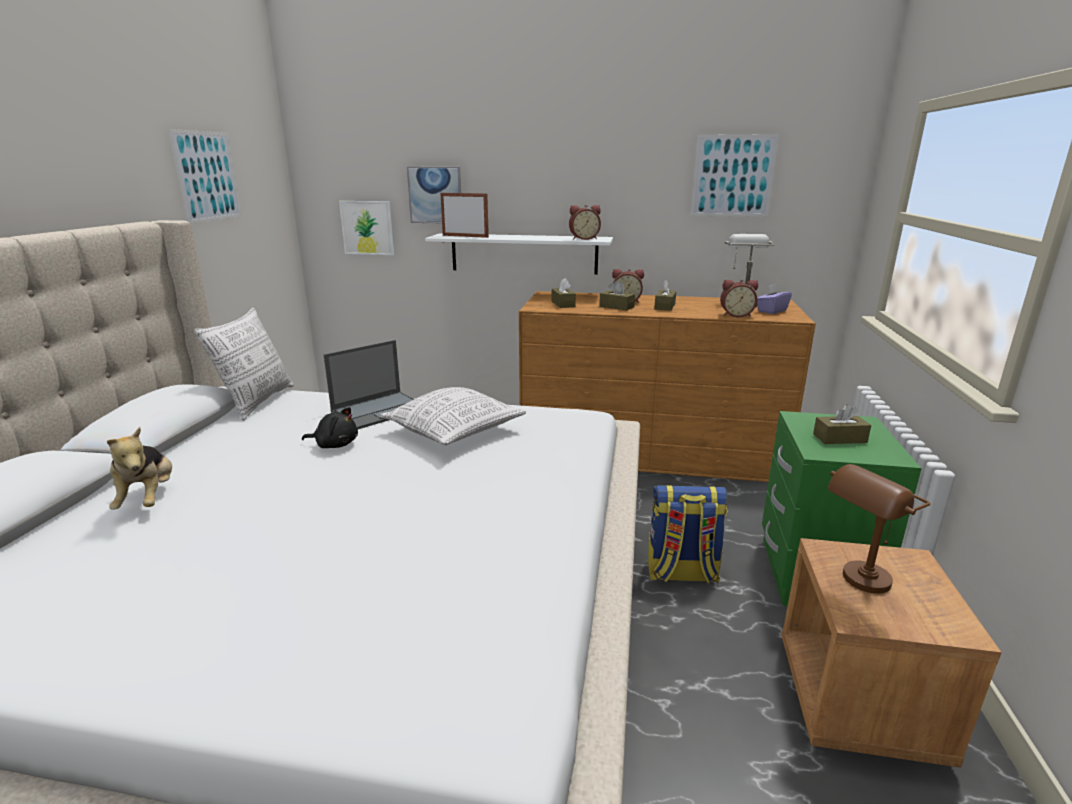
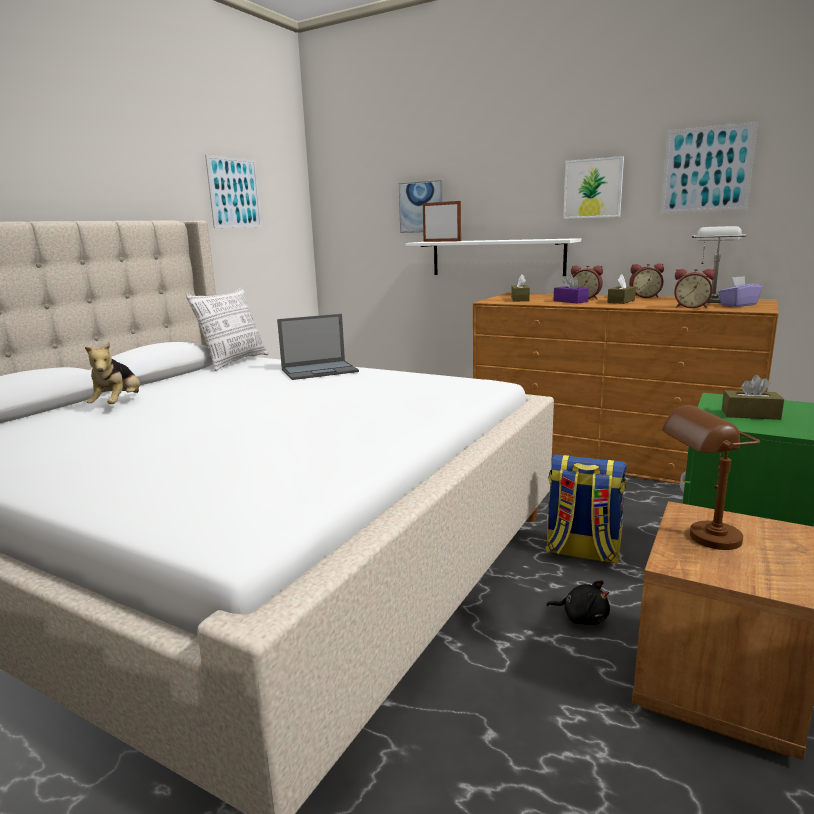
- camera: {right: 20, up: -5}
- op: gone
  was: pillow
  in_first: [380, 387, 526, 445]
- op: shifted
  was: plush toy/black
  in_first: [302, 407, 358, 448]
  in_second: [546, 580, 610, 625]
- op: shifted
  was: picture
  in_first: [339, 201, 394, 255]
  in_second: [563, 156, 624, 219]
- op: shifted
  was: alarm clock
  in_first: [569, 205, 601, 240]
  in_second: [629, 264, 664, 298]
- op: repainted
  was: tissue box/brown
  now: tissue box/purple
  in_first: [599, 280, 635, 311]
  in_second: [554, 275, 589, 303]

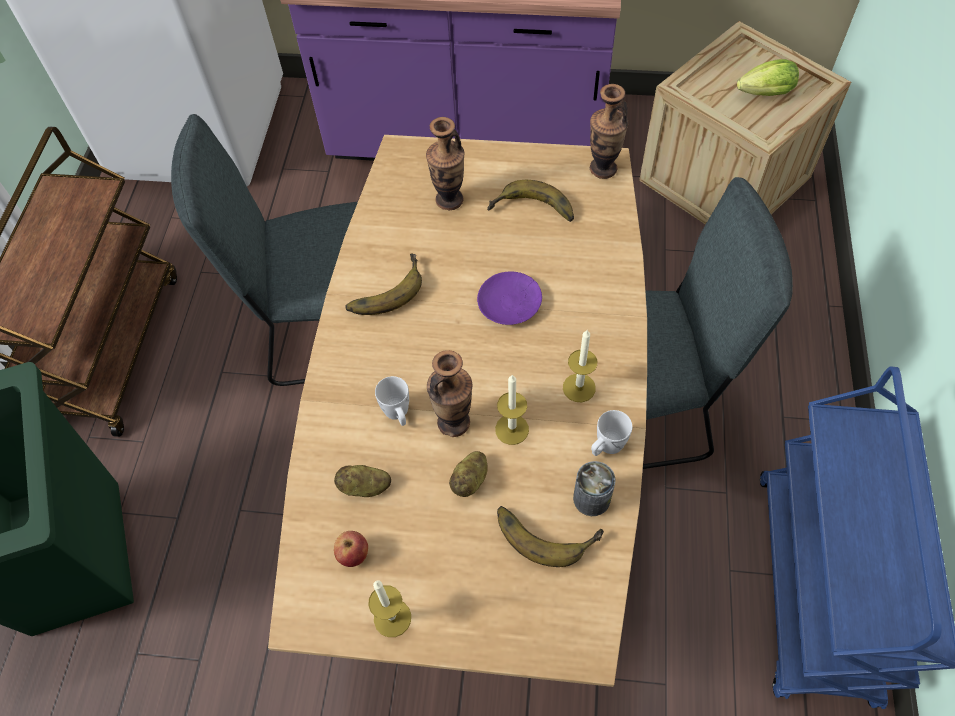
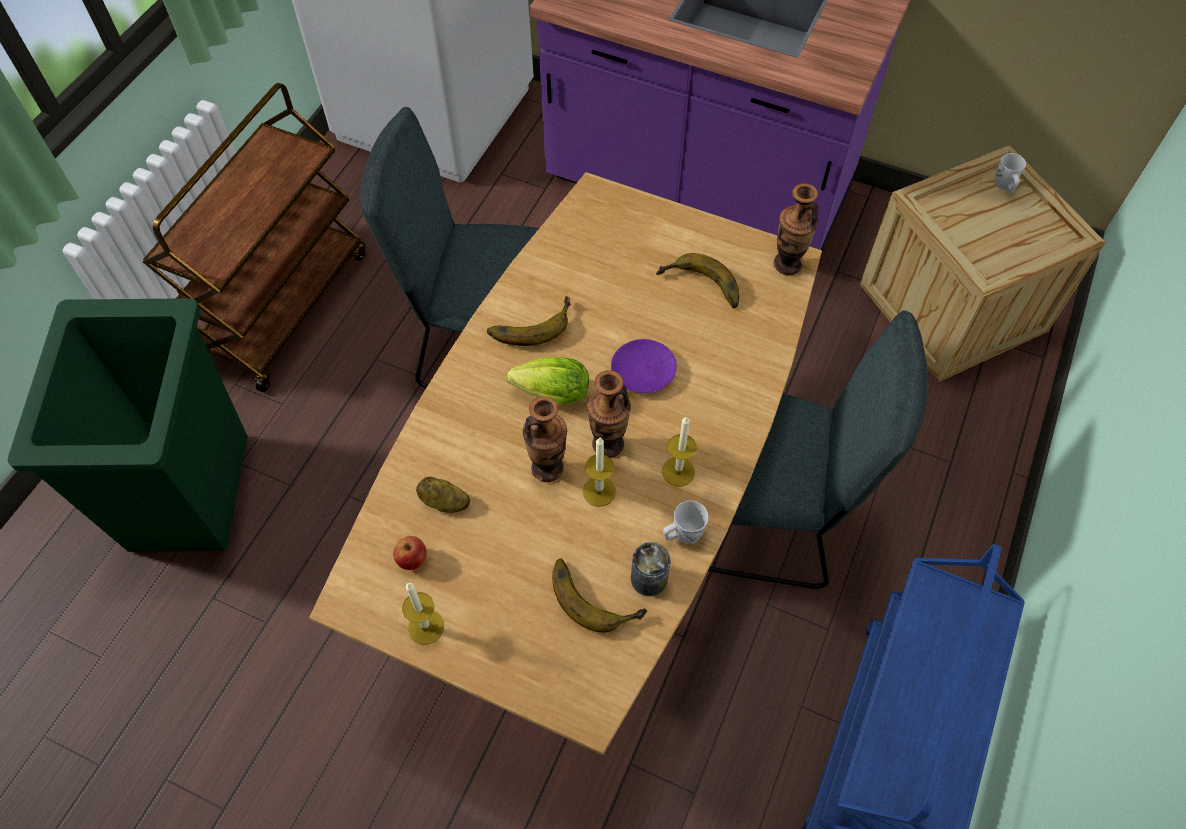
- camera: {right: 15, up: 0}
- op: gone
  was: potato
  in_first: [449, 451, 488, 497]
- op: shifted
  was: mug/white
  in_first: [375, 376, 409, 426]
  in_second: [995, 153, 1026, 192]
- op: shifted
  was: vase
  in_first: [426, 117, 464, 210]
  in_second: [587, 370, 631, 458]
- op: shifted
  was: lettuce
  in_first: [737, 59, 799, 96]
  in_second: [507, 357, 589, 404]

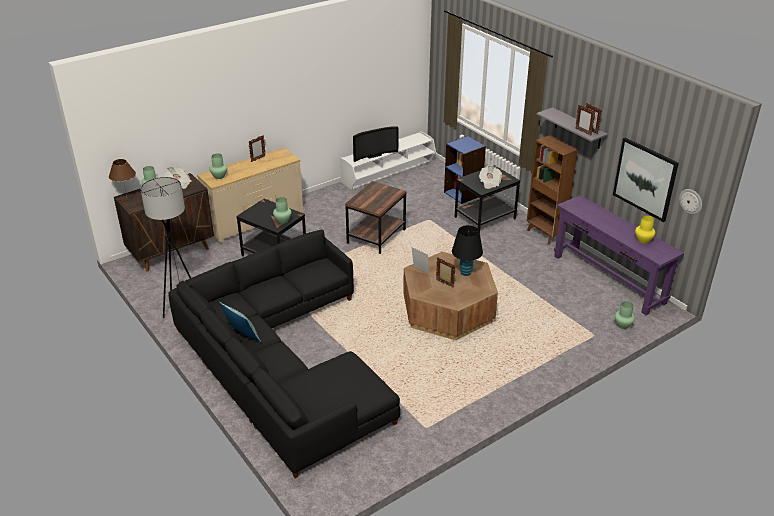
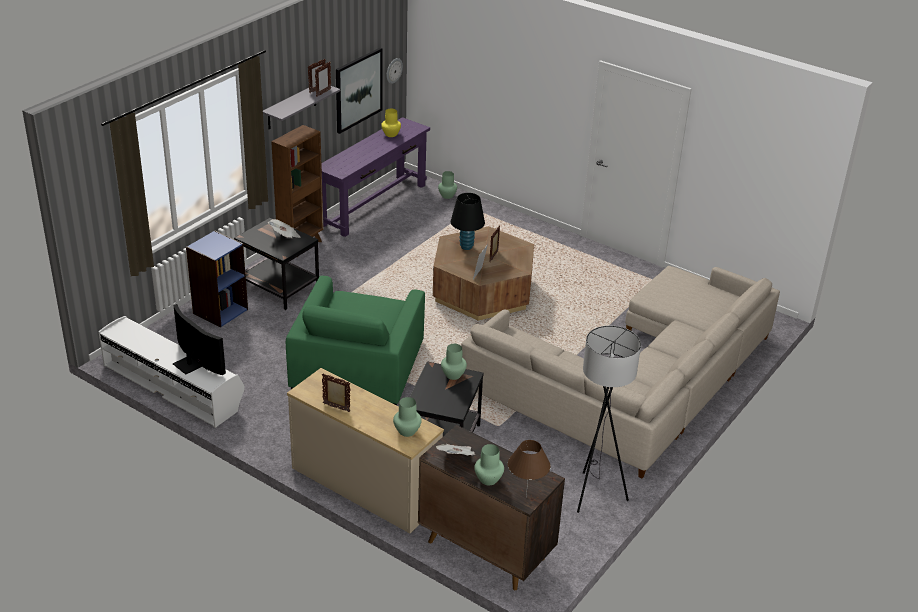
- camera: {right: -110, up: 0}
- op: gone
  was: pillow
  in_first: [219, 302, 261, 342]
- op: swapped
  was: side table/brown
  now: armchair/green
  in_first: [345, 181, 407, 254]
  in_second: [286, 276, 425, 405]
- op: repainted
  was: sofa/black
  now: sofa/beige
  in_first: [168, 230, 400, 478]
  in_second: [461, 266, 780, 479]

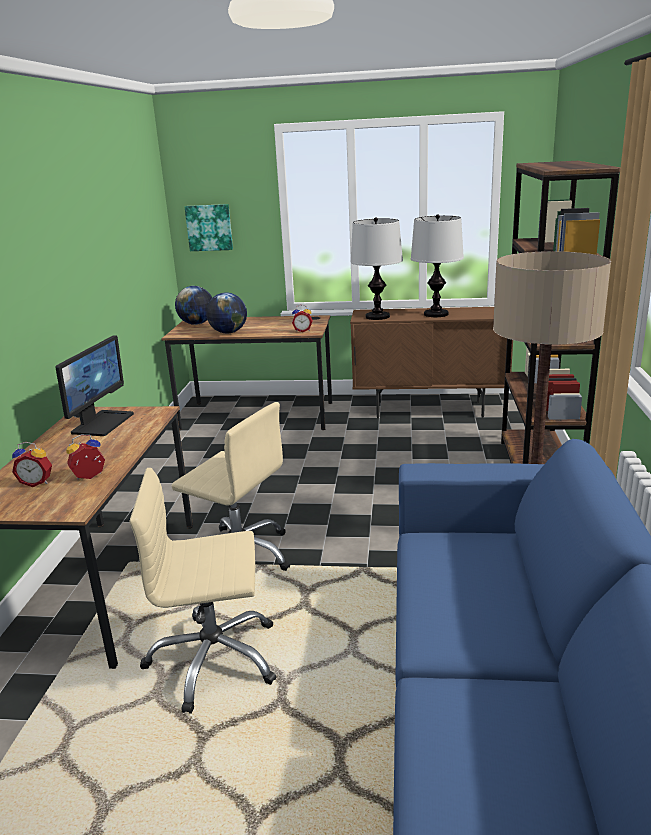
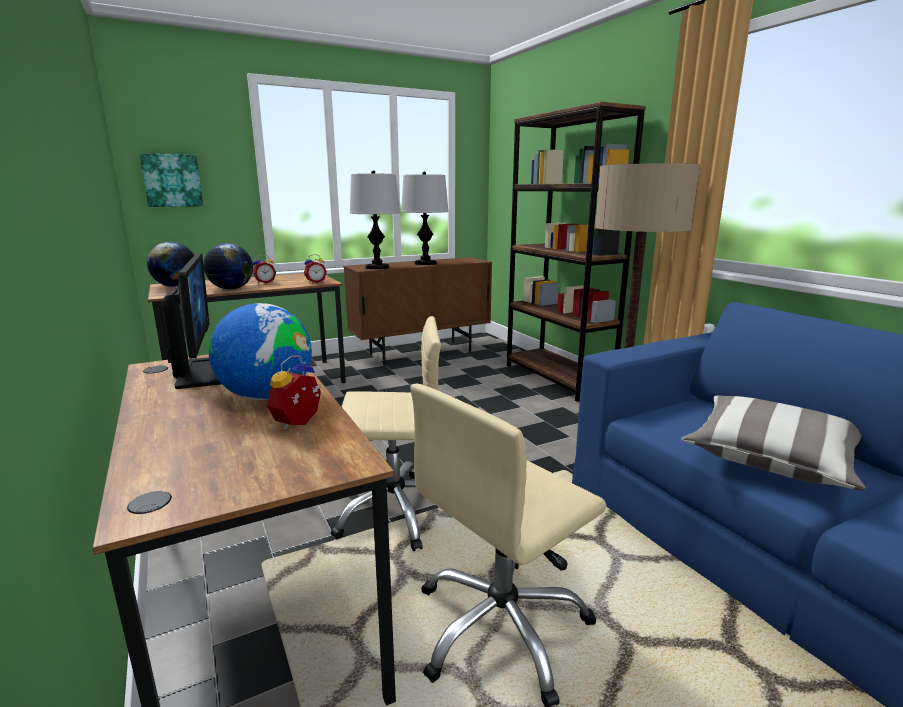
- camera: {right: -35, up: -5}
- op: new
  now: globe
  in_second: [209, 303, 312, 400]
- op: new
  now: pillow
  in_second: [682, 396, 866, 490]
- op: shifted
  was: alarm clock
  in_first: [12, 442, 52, 487]
  in_second: [253, 254, 276, 284]

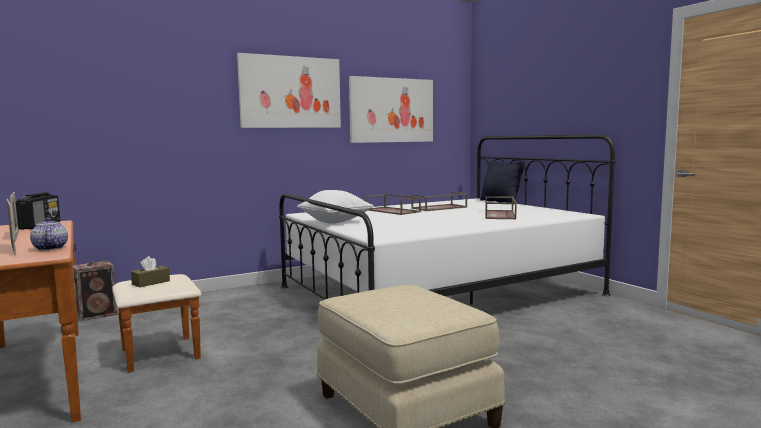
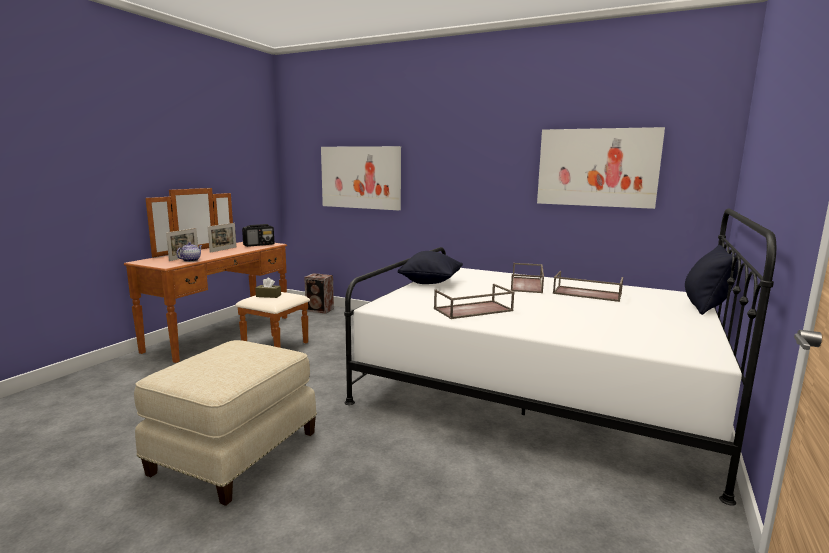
- camera: {right: 55, up: 5}
- op: shifted
  was: picture
  in_first: [237, 53, 341, 128]
  in_second: [321, 146, 401, 210]
- op: shifted
  was: tray/brown
  in_first: [485, 196, 517, 219]
  in_second: [434, 284, 515, 319]
- op: repainted
  was: pillow/white
  now: pillow/black
  in_first: [297, 190, 373, 224]
  in_second: [397, 251, 463, 284]

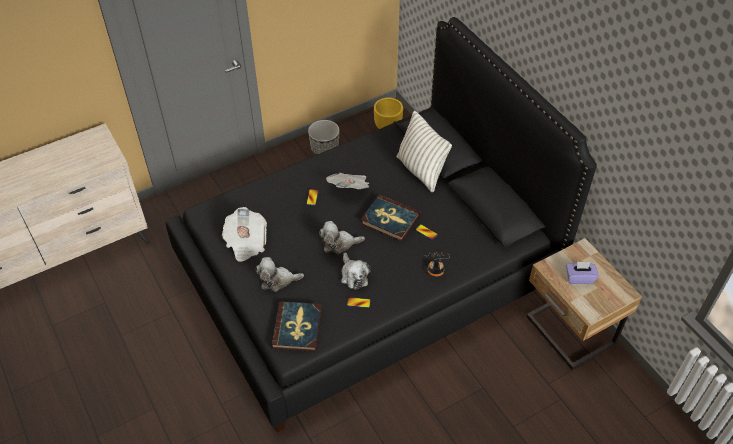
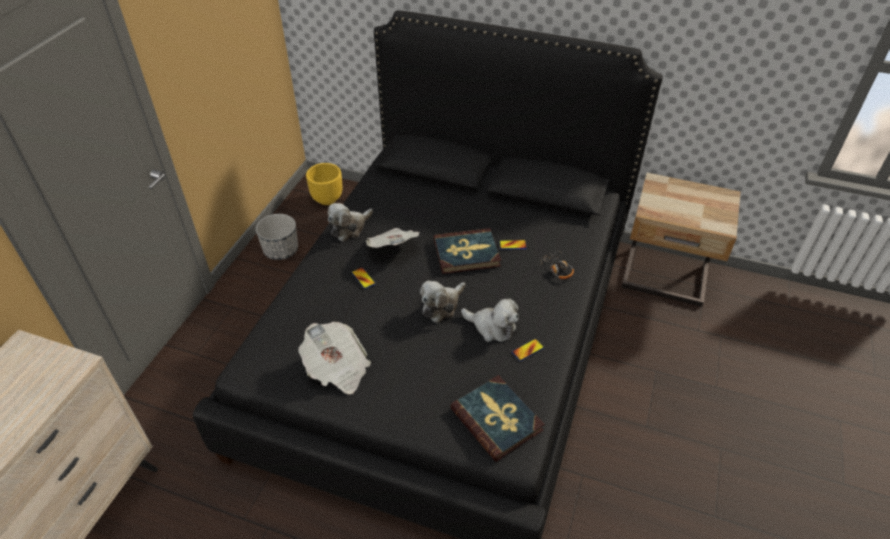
- camera: {right: -40, up: -5}
- op: gone
  was: pillow
  in_first: [397, 111, 452, 192]
- op: gone
  was: tissue box/purple
  in_first: [566, 261, 599, 284]
- op: shifted
  was: plush toy
  in_first: [255, 257, 304, 292]
  in_second: [328, 203, 373, 242]

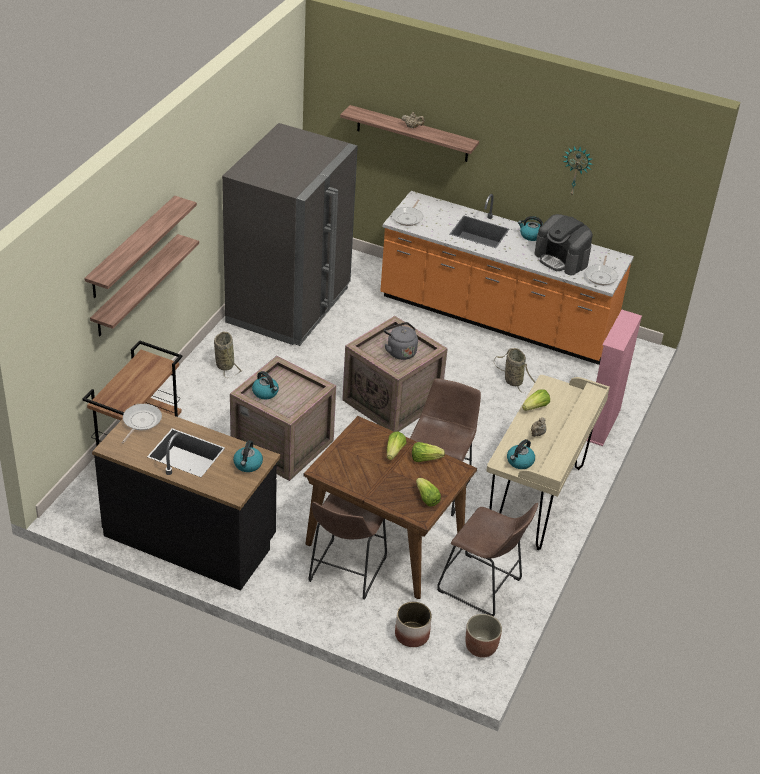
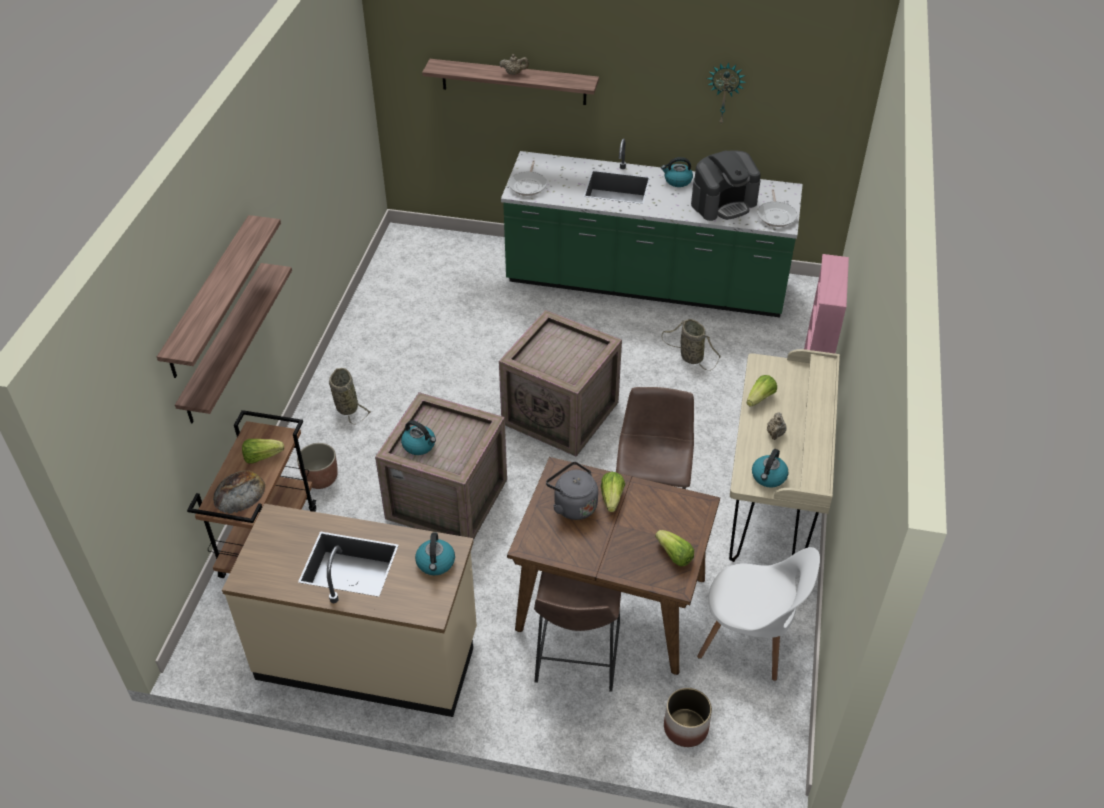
- camera: {right: -10, up: 5}
- op: gone
  was: frying pan
  in_first: [122, 404, 162, 444]
- op: gone
  was: fridge/grey
  in_first: [222, 123, 358, 346]
- op: new
  now: bread
  in_second: [213, 470, 266, 514]
- op: shifted
  was: kettle/grey
  in_first: [384, 322, 418, 360]
  in_second: [546, 462, 598, 520]
- op: shifted
  was: lettuce
  in_first: [412, 442, 445, 462]
  in_second: [242, 439, 284, 463]
- op: shifted
  was: planter
  in_first: [466, 614, 502, 657]
  in_second: [297, 443, 338, 489]
- op: swapped
  was: stool/brown
  now: chair/white
  in_first: [437, 503, 538, 617]
  in_second: [697, 547, 820, 681]
- op: repainted
  was: counter/black
  now: counter/beige
  in_first: [93, 403, 280, 591]
  in_second: [222, 504, 477, 717]
- op: repainted
  was: counter/orange
  now: counter/green
  in_first: [380, 191, 634, 365]
  in_second: [501, 139, 803, 317]
- op: rotated
  was: coffee machine
  in_first: [534, 214, 593, 275]
  in_second: [691, 151, 761, 221]
  clockwise: -60

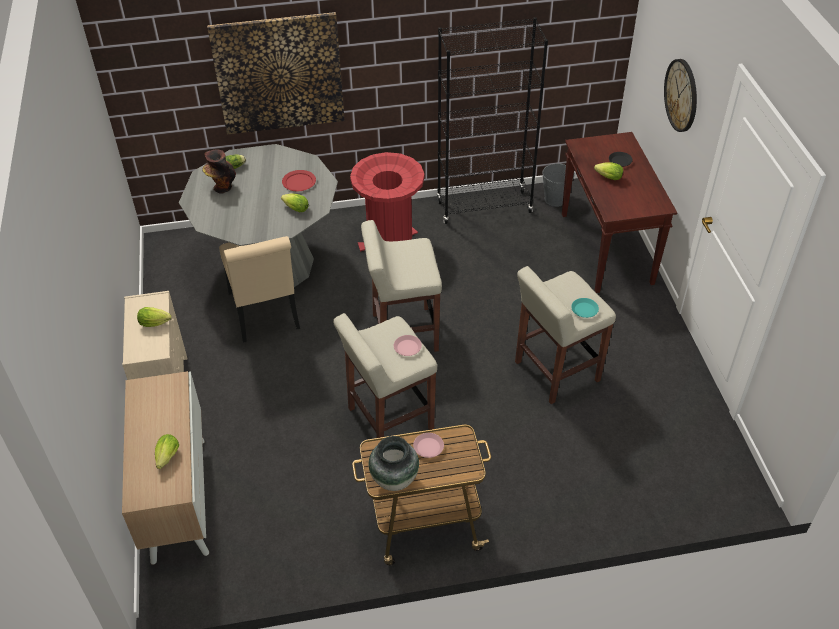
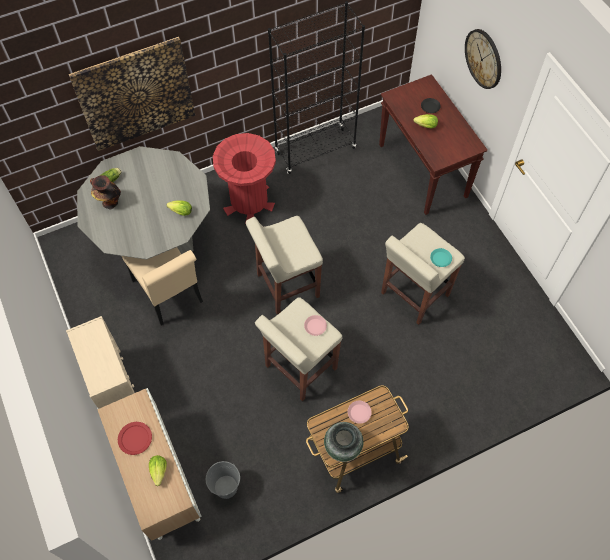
- camera: {right: -15, up: 15}
- op: gone
  was: lettuce
  in_first: [137, 307, 171, 327]
- op: shifted
  was: plate/red
  in_first: [282, 170, 316, 191]
  in_second: [118, 422, 152, 455]
- op: shifted
  was: bucket/grey
  in_first: [542, 163, 575, 207]
  in_second: [206, 461, 240, 499]

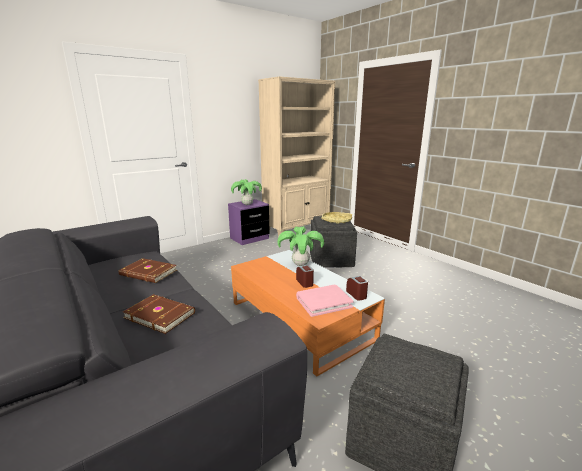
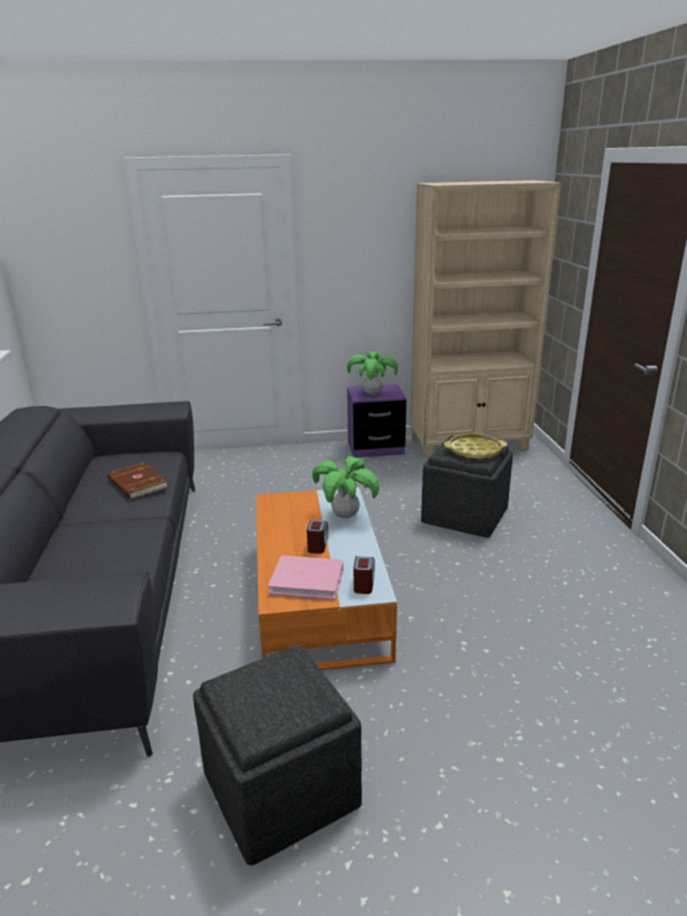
- camera: {right: 30, up: 5}
- op: gone
  was: book/brown
  in_first: [123, 294, 195, 334]

